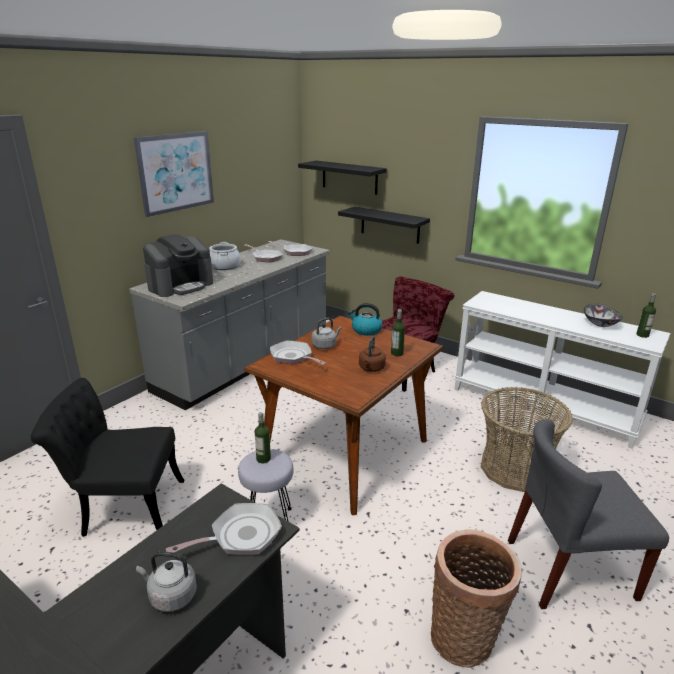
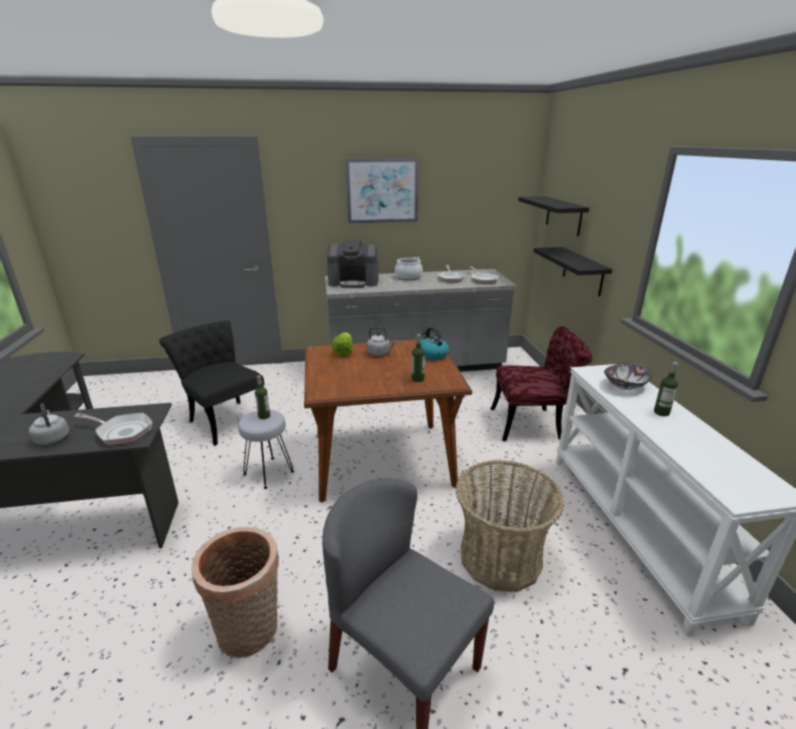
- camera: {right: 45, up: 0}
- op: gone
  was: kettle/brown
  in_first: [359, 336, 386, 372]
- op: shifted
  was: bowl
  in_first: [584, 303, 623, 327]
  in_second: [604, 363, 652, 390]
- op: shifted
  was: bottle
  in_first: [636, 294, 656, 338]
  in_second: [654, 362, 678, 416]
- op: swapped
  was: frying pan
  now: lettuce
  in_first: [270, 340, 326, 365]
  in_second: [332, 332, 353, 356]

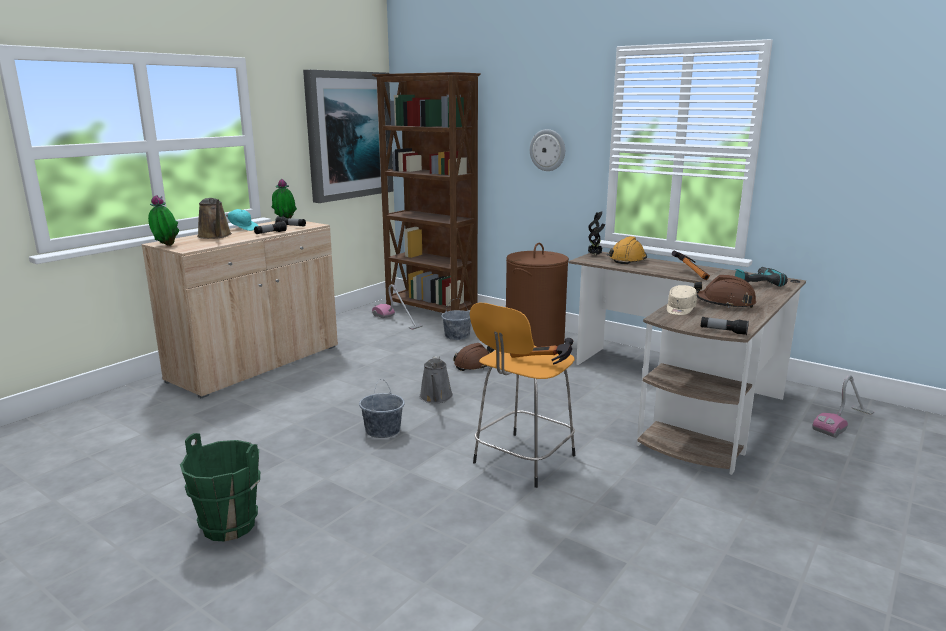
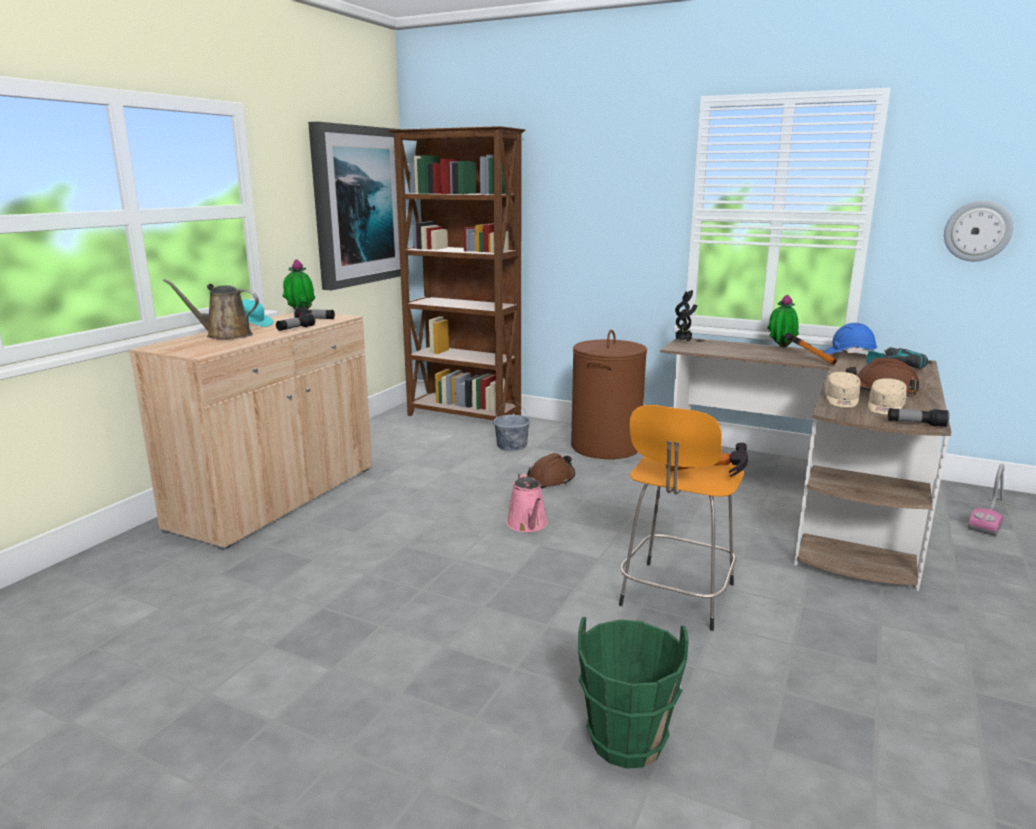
- camera: {right: -10, up: 0}
- op: gone
  was: bucket/grey
  in_first: [359, 379, 405, 438]
- op: gone
  was: vacuum cleaner
  in_first: [372, 284, 423, 330]
- op: gone
  was: hard hat/orange
  in_first: [609, 236, 647, 264]
- op: new
  now: hard hat/blue
  in_second: [824, 323, 877, 355]
- op: new
  now: cap/beige
  in_second: [868, 378, 907, 415]
- op: shifted
  was: potted plant
  in_first: [148, 195, 179, 246]
  in_second: [767, 295, 799, 347]
- op: shifted
  was: bucket/green
  in_first: [180, 433, 260, 541]
  in_second: [578, 617, 689, 769]
- op: shifted
  was: wall clock
  in_first: [530, 129, 565, 171]
  in_second: [944, 201, 1013, 261]
- op: repainted
  was: watering can/grey
  now: watering can/pink
  in_first: [419, 356, 453, 403]
  in_second: [506, 473, 548, 532]
- op: rotated
  was: watering can/brown
  in_first: [197, 198, 232, 239]
  in_second: [163, 279, 259, 339]
  clockwise: 135

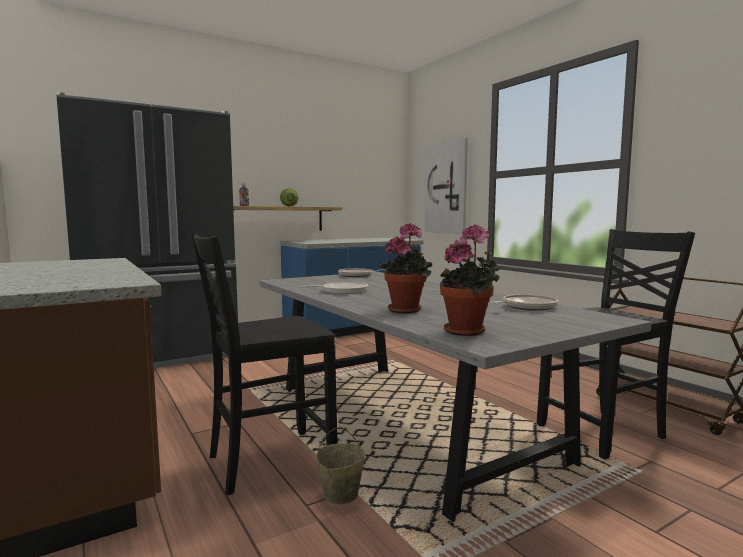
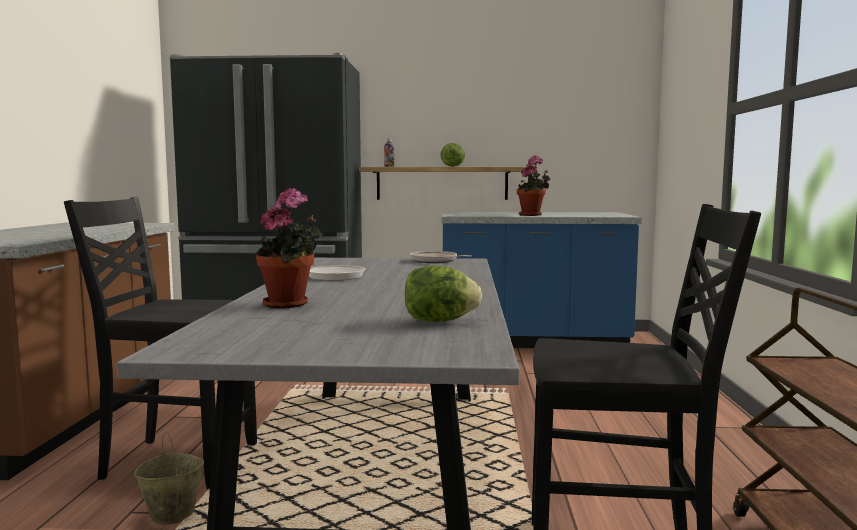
- camera: {right: 35, up: 0}
- op: gone
  was: picture
  in_first: [425, 137, 468, 233]
- op: shifted
  was: potted plant
  in_first: [440, 224, 501, 336]
  in_second: [517, 155, 550, 216]
- op: swapped
  was: frying pan
  now: lettuce
  in_first: [492, 294, 558, 311]
  in_second: [405, 266, 482, 322]

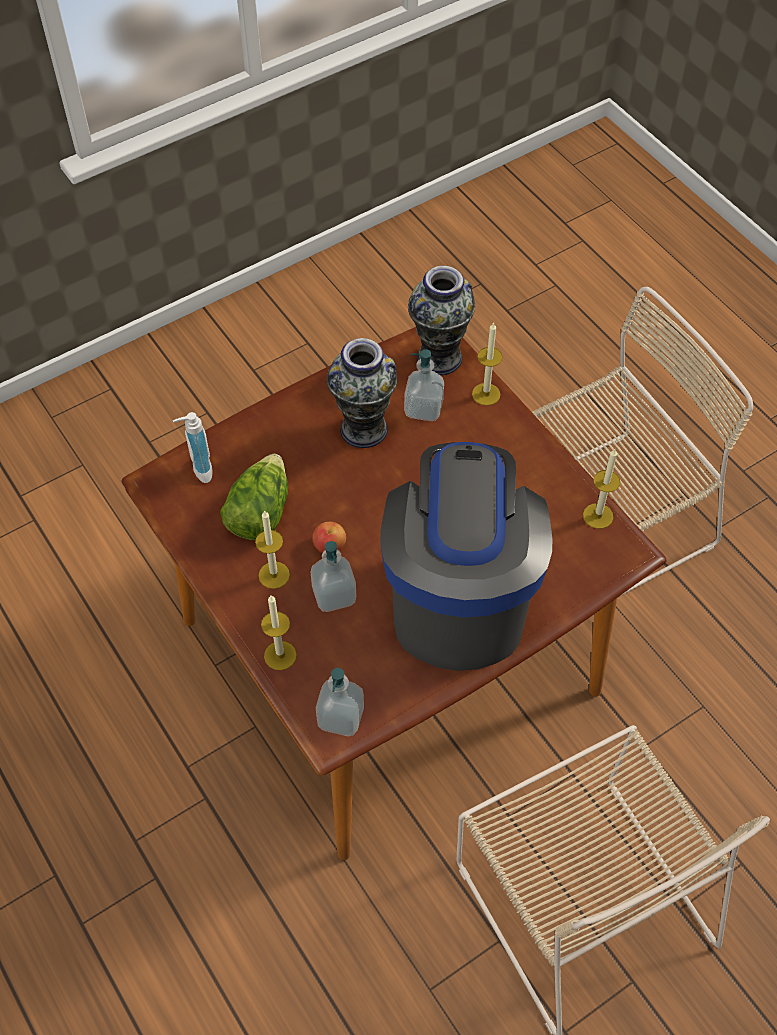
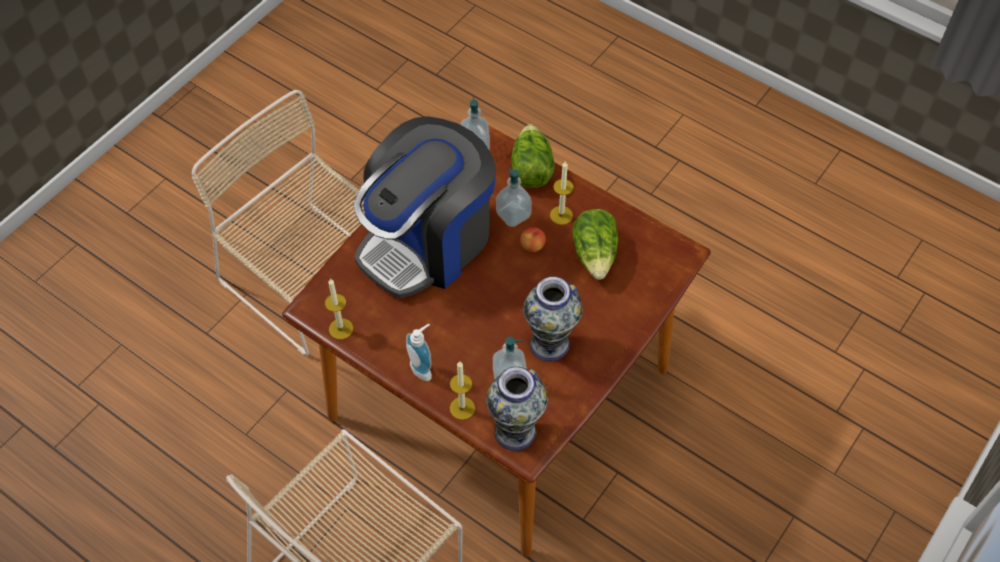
- camera: {right: 160, up: 0}
- op: shifted
  was: soap dispenser
  in_first: [173, 412, 213, 483]
  in_second: [406, 324, 432, 381]
- op: swapped
  was: candle
  now: lettuce
  in_first: [261, 595, 297, 670]
  in_second: [511, 124, 555, 188]
- op: rotated
  was: coffee machine
  in_first: [380, 442, 552, 671]
  in_second: [354, 116, 496, 298]
  clockwise: 60

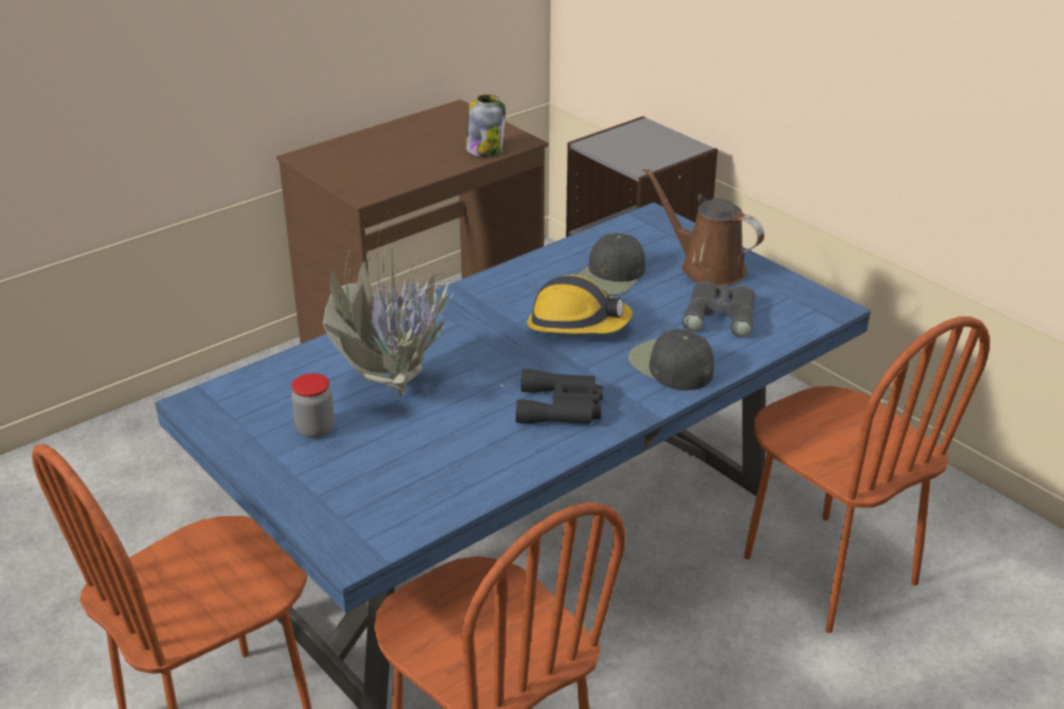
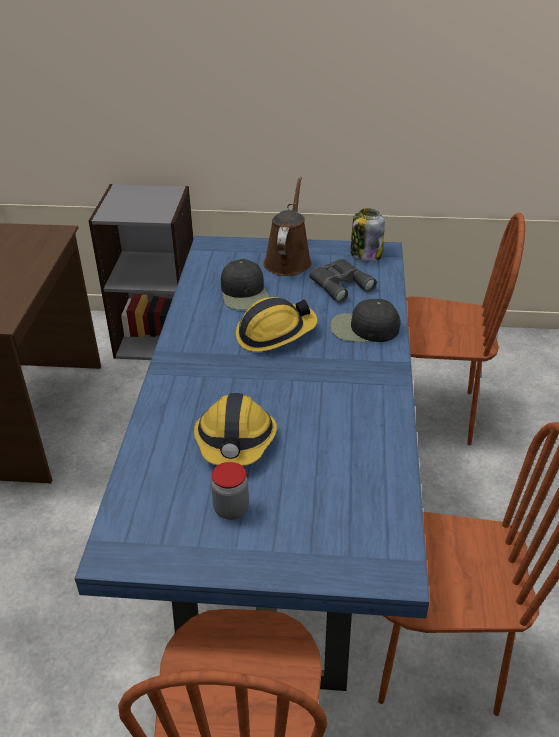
- camera: {right: -45, up: 5}
- op: gone
  was: binoculars/black
  in_first: [516, 369, 603, 424]
- op: shifted
  was: jar
  in_first: [466, 95, 506, 157]
  in_second: [350, 208, 385, 261]
- op: swapped
  was: potted plant
  now: hard hat
  in_first: [323, 217, 505, 397]
  in_second: [194, 393, 277, 466]
- op: rotated
  was: watering can/brown
  in_first: [643, 167, 764, 286]
  in_second: [263, 177, 312, 276]
  clockwise: 105

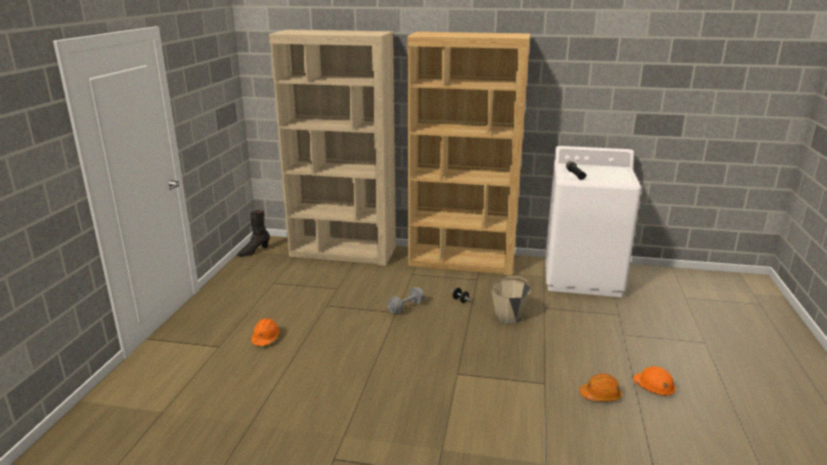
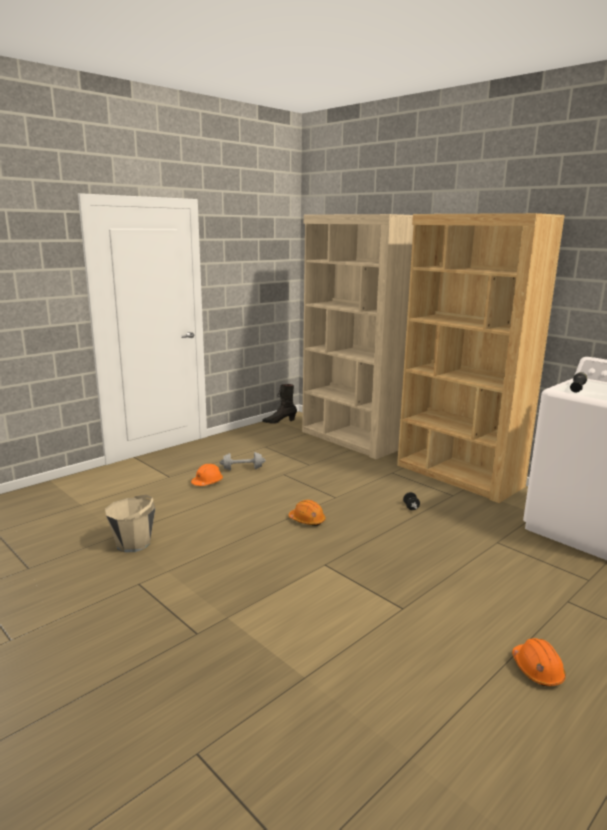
- camera: {right: 35, up: -5}
- op: shifted
  was: dumbbell/grey
  in_first: [387, 287, 425, 314]
  in_second: [219, 452, 266, 470]
- op: shifted
  was: bucket/beige
  in_first: [491, 276, 531, 324]
  in_second: [105, 495, 155, 552]
- op: shifted
  was: hard hat/orange
  in_first: [579, 374, 622, 402]
  in_second: [288, 500, 326, 526]

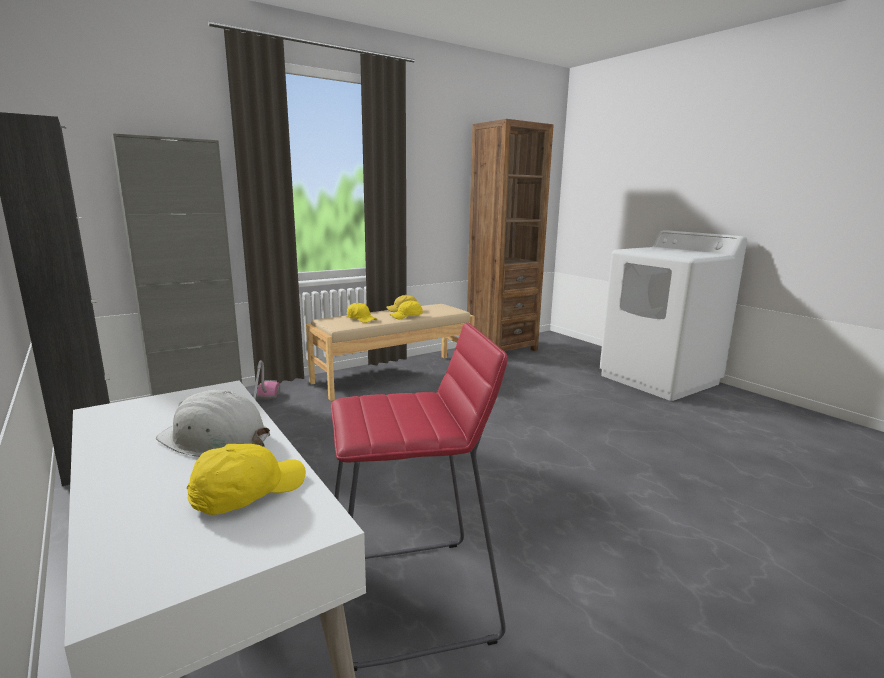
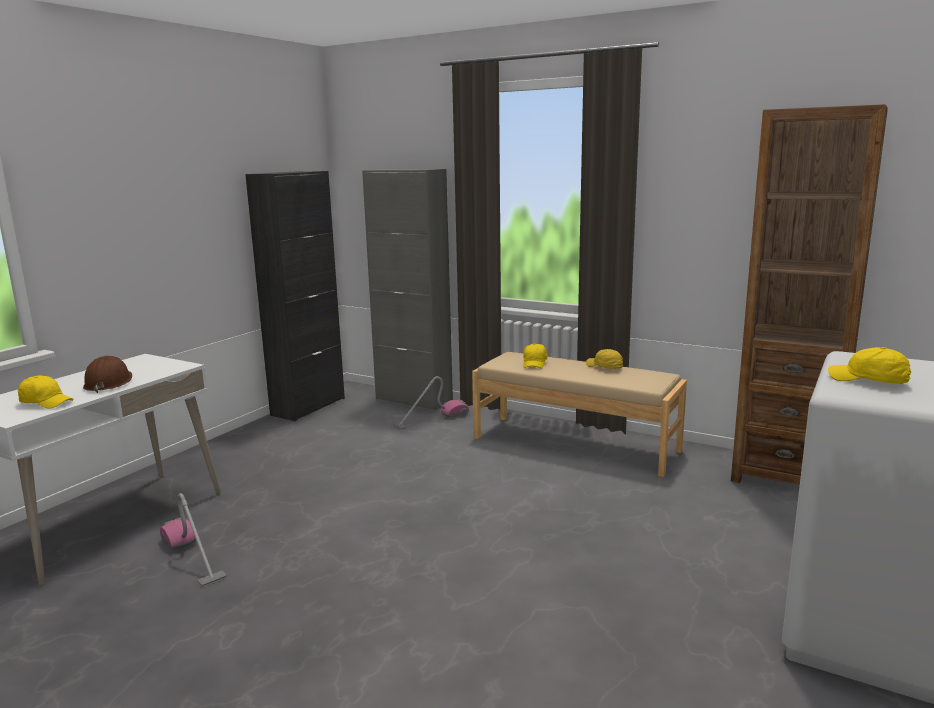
- camera: {right: 65, up: 0}
- op: shifted
  was: cap/yellow
  in_first: [390, 300, 423, 319]
  in_second: [828, 347, 911, 384]
- op: swapped
  was: stool/red
  now: vacuum cleaner
  in_first: [331, 322, 508, 671]
  in_second: [160, 493, 226, 587]
- op: repainted
  was: hard hat/white
  now: hard hat/brown
  in_first: [156, 389, 270, 457]
  in_second: [83, 356, 132, 393]

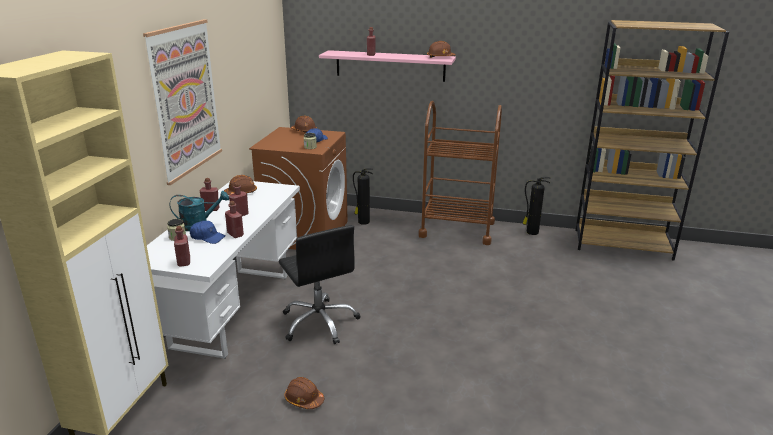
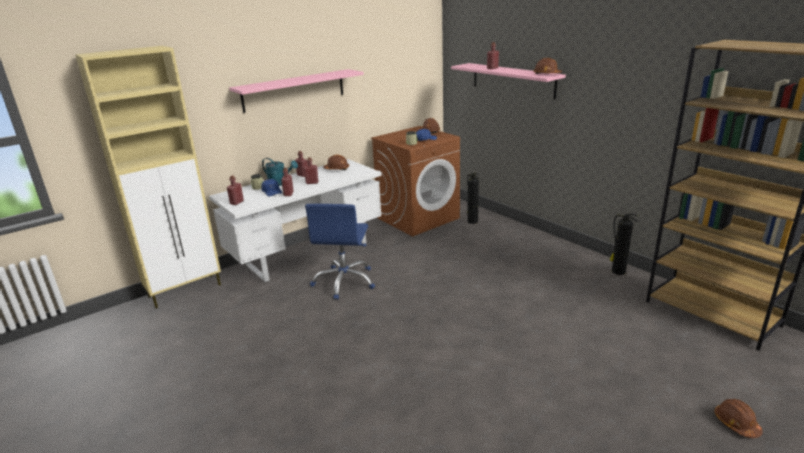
- camera: {right: 40, up: 0}
- op: gone
  was: cart/brown
  in_first: [418, 101, 502, 245]
- op: shifted
  was: hard hat/brown
  in_first: [284, 377, 324, 409]
  in_second: [714, 399, 763, 438]
- op: swapped
  was: picture
  now: shelf/pink
  in_first: [143, 19, 222, 185]
  in_second: [229, 69, 364, 113]
- op: repainted
  was: office chair/black
  now: office chair/blue
  in_first: [279, 225, 361, 344]
  in_second: [305, 204, 375, 300]

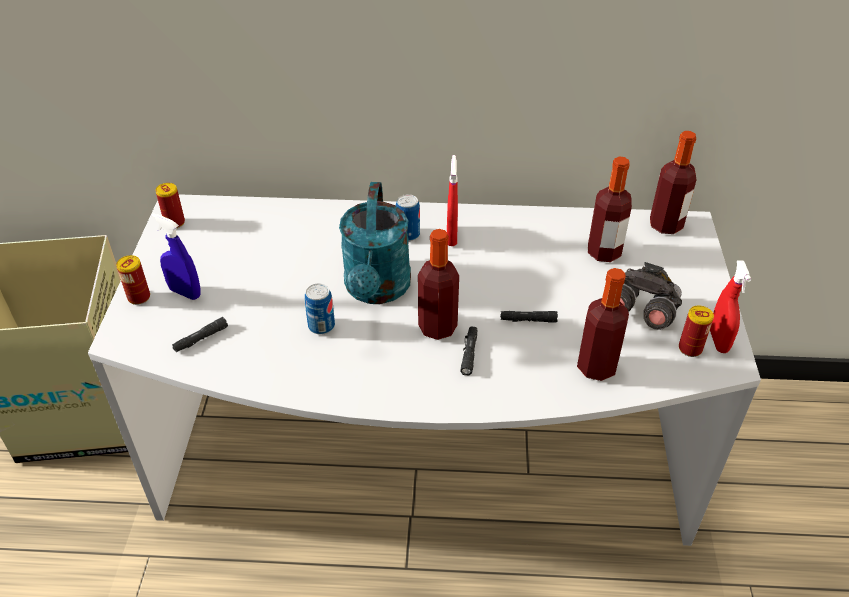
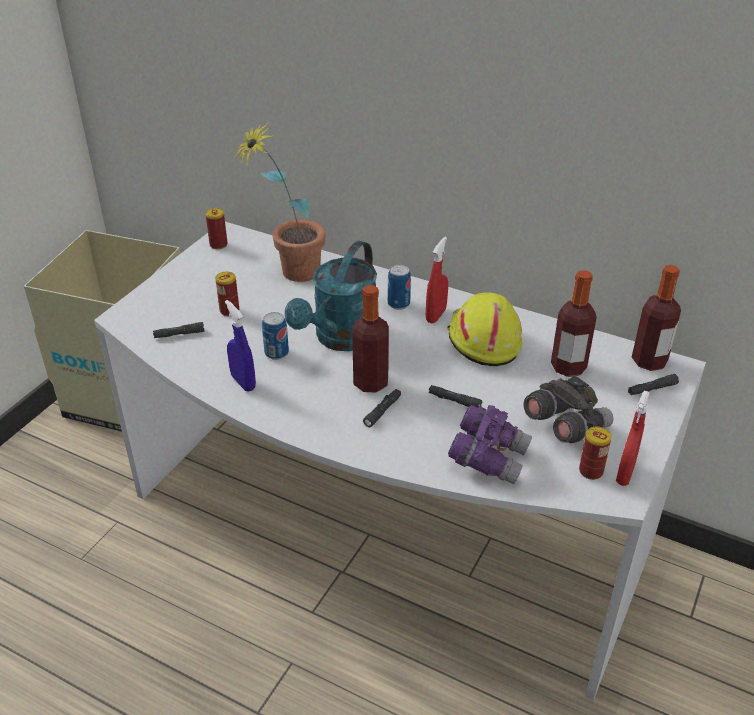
- camera: {right: 25, up: -5}
- op: new
  now: potted plant
  in_second: [234, 122, 326, 282]
- op: new
  now: hard hat/yellow
  in_second: [447, 292, 522, 366]
- op: new
  now: flashlight/black
  in_second: [628, 374, 679, 395]
- op: shifted
  was: can
  in_first: [116, 255, 150, 305]
  in_second: [215, 272, 239, 316]
- op: shifted
  was: spray bottle/blue
  in_first: [151, 213, 201, 300]
  in_second: [225, 300, 256, 392]
- op: swapped
  was: bottle
  now: binoculars/purple
  in_first: [577, 268, 629, 381]
  in_second: [448, 405, 532, 484]

